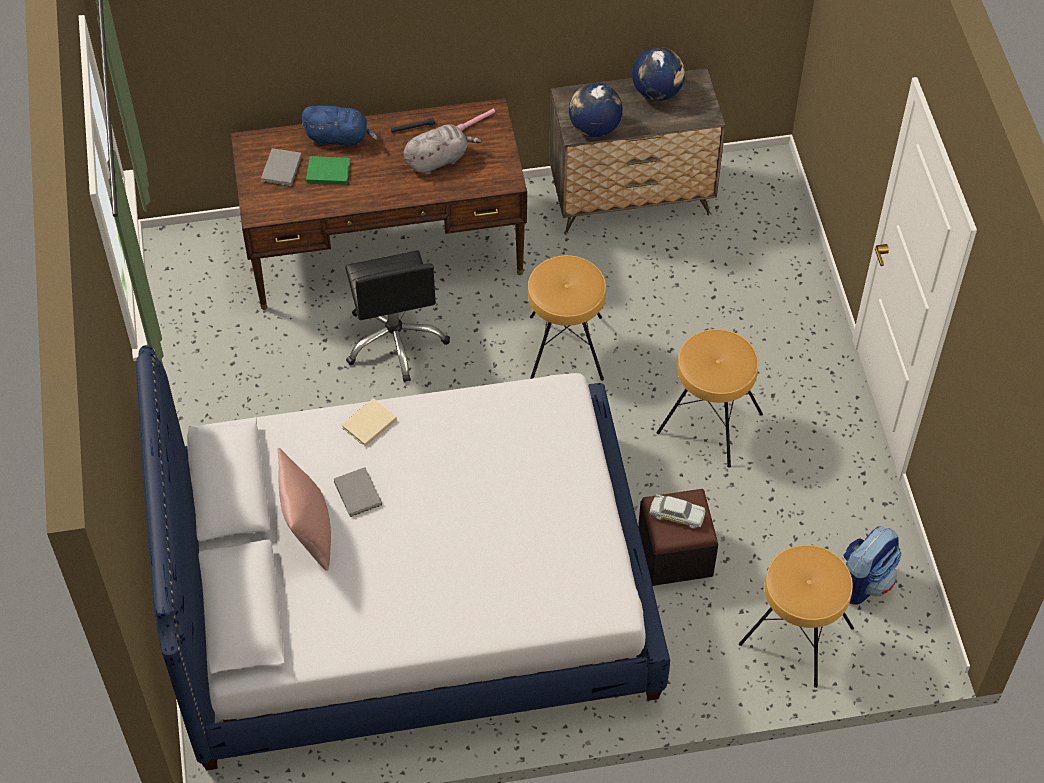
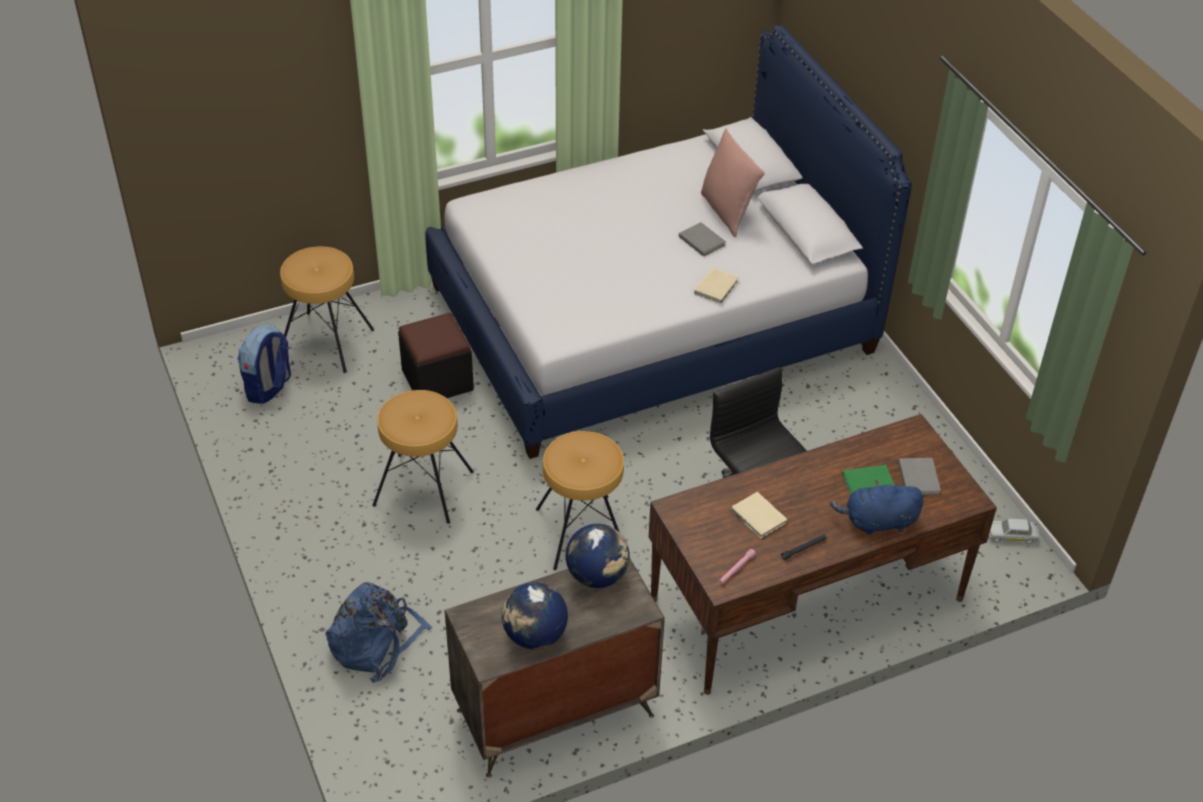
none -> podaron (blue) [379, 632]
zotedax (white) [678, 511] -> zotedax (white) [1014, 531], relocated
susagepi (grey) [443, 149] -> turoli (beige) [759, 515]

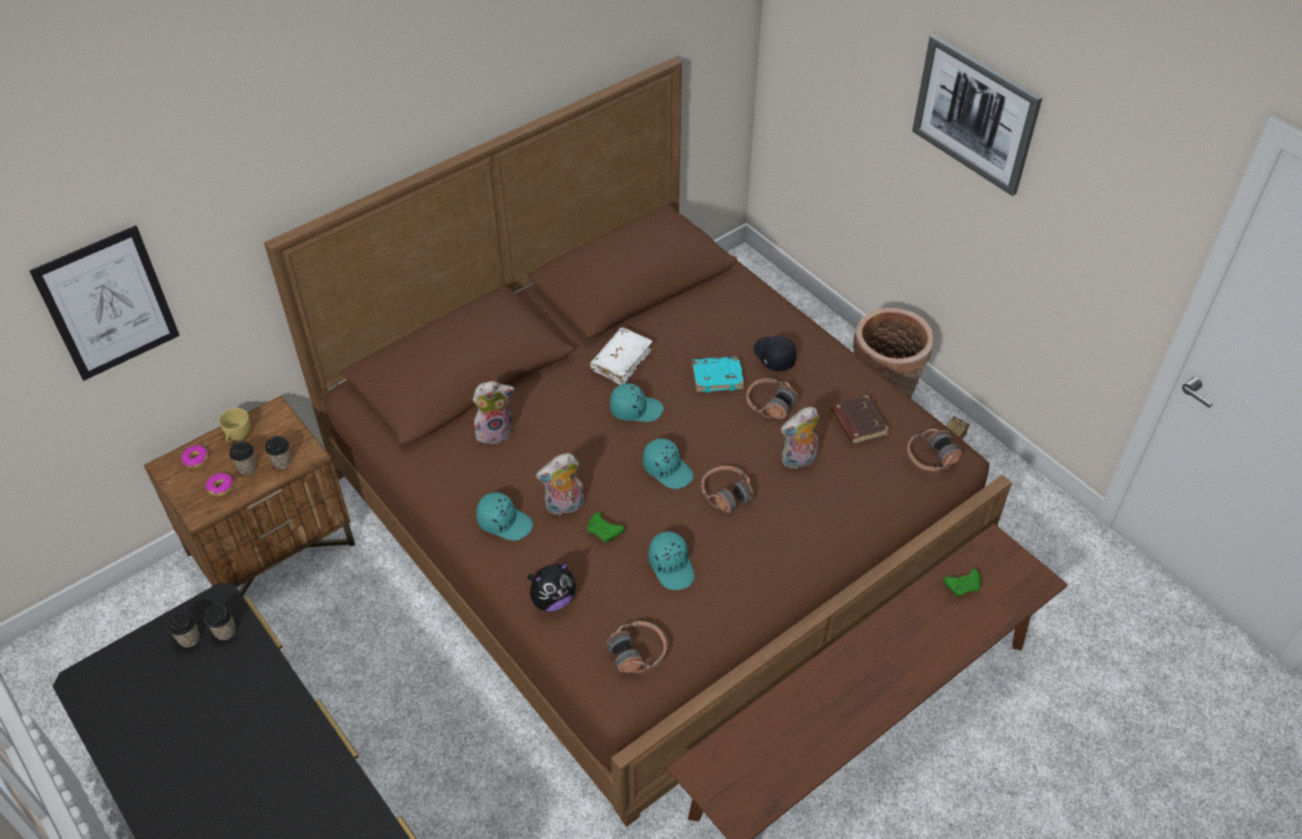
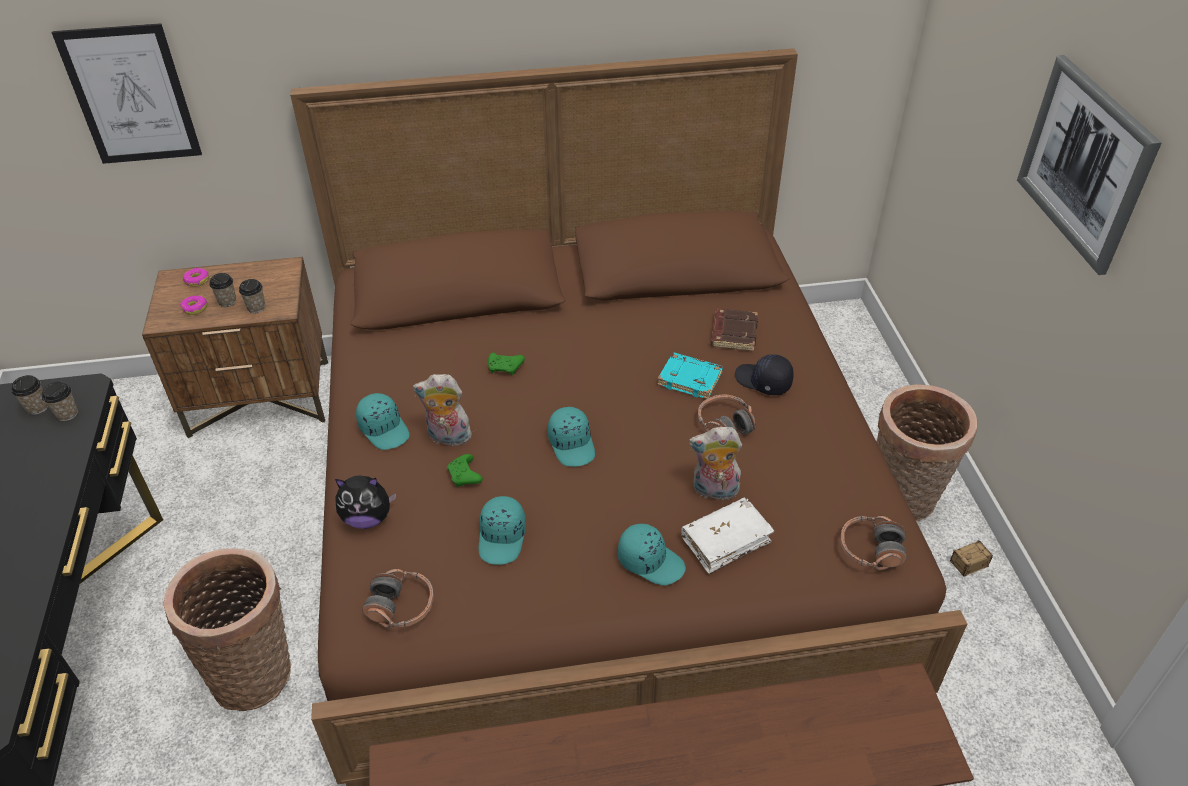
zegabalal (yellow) [234, 425] -> none
susagepi [494, 413] -> none
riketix [727, 489] -> none
none -> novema [227, 630]
turoli (white) [621, 356] -> turoli (white) [728, 536], relocated
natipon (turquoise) [637, 402] -> natipon (turquoise) [652, 554], relocated
turoli (brown) [860, 419] -> turoli (brown) [734, 330], relocated
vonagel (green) [962, 582] -> vonagel (green) [506, 364], relocated
natipon (black) [775, 353] -> natipon (black) [764, 374], 60 degrees counterclockwise

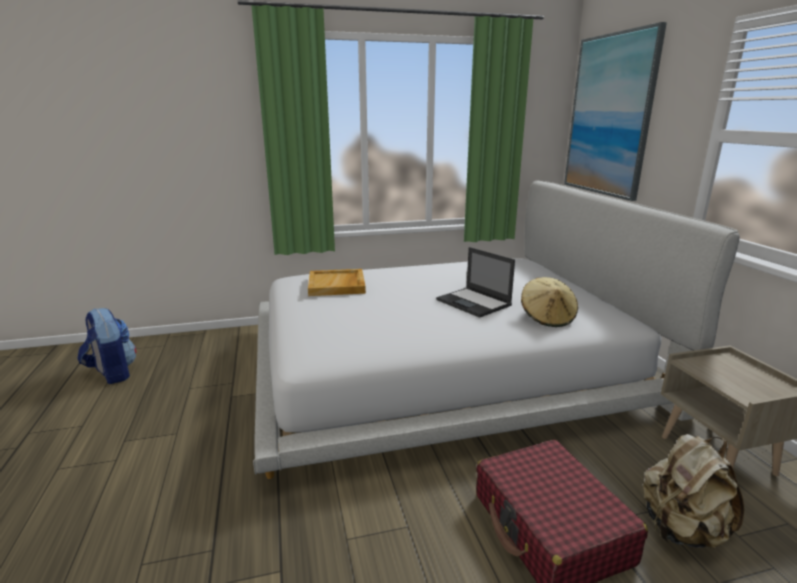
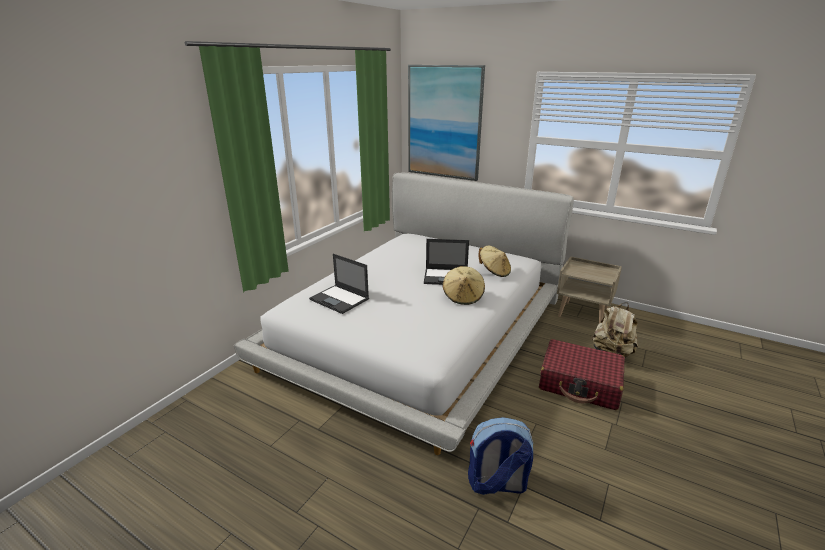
none -> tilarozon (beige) [463, 285]
podaron [106, 346] -> podaron [500, 456], relocated
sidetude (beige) [337, 282] -> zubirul [339, 284]

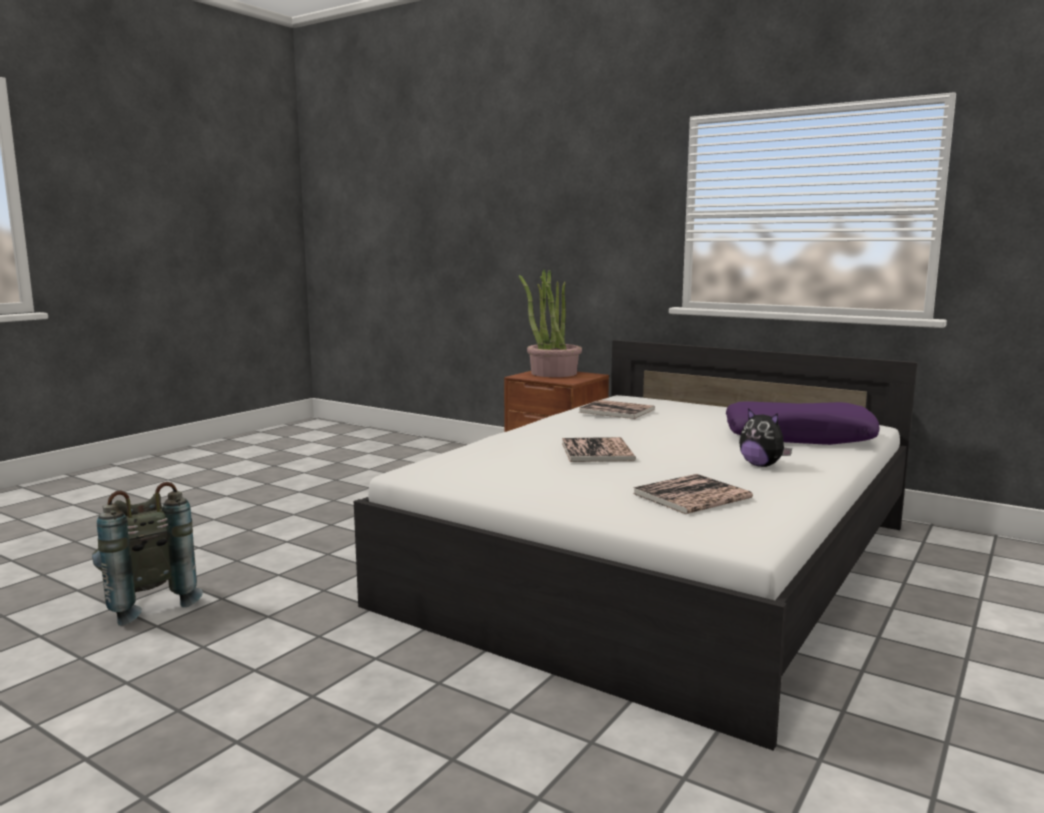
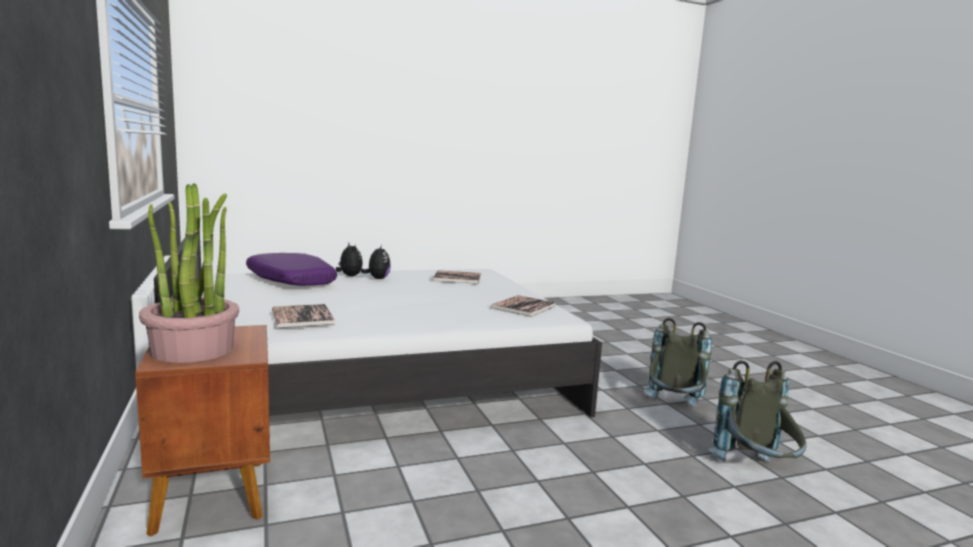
none -> susagepi [349, 259]
none -> podaron (grey) [678, 362]
turoli [599, 449] -> turoli [522, 306], relocated

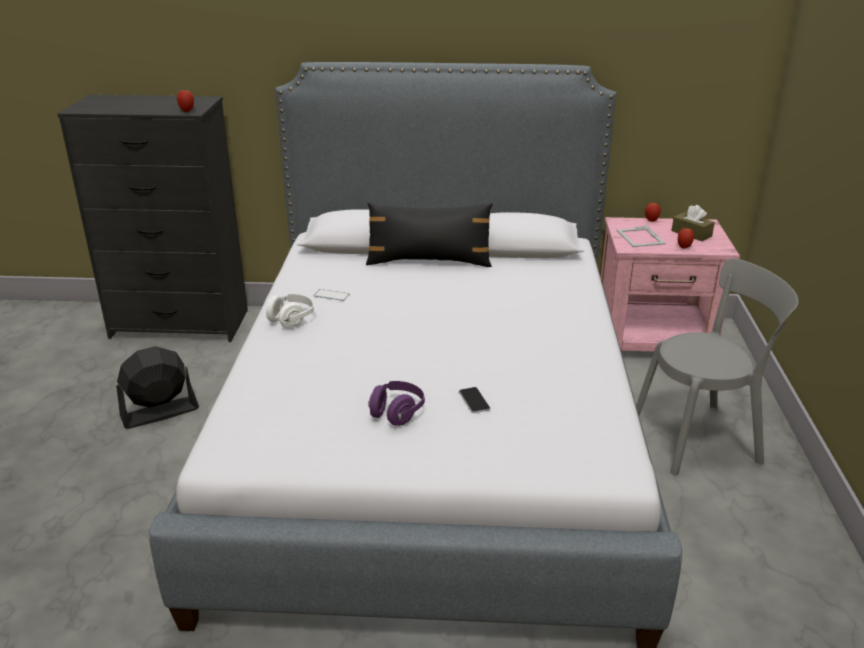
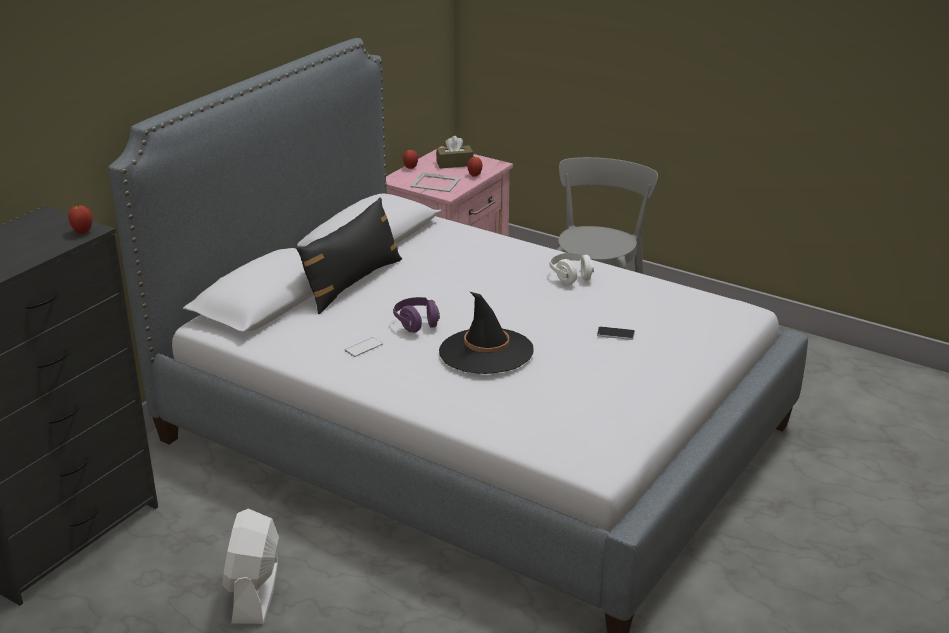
none -> tilarozon (black) [486, 333]
riketix (white) [290, 311] -> riketix (white) [572, 269], relocated
riketix (purple) [396, 403] -> riketix (purple) [416, 315], relocated
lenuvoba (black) [157, 387] -> lenuvoba (white) [250, 566]

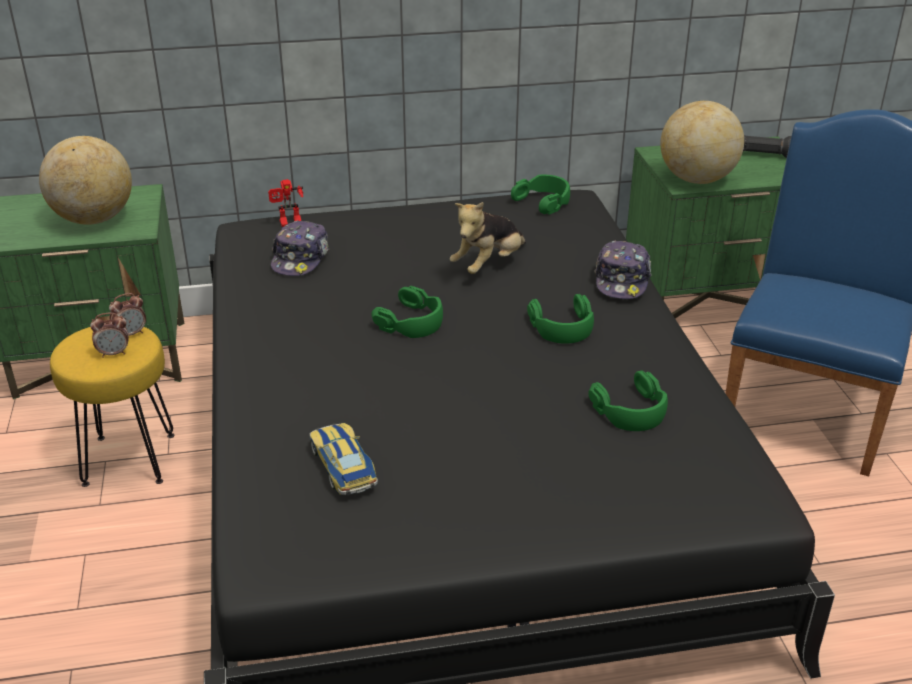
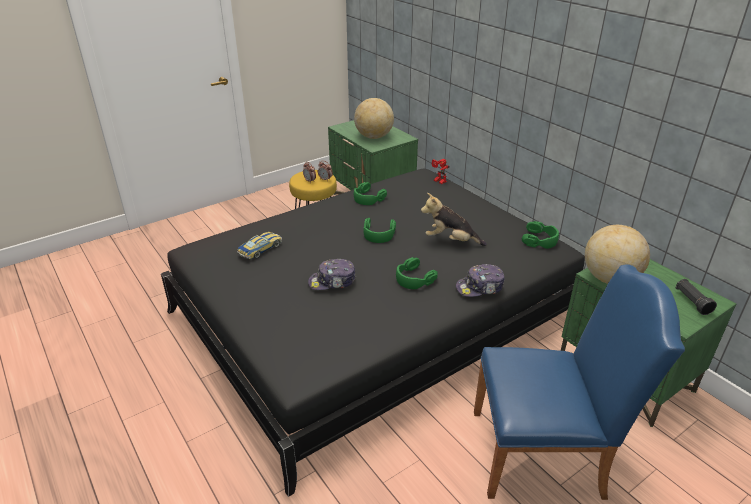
natipon [300, 248] -> natipon [332, 274], relocated
riketix (green) [628, 400] -> riketix (green) [370, 193], relocated

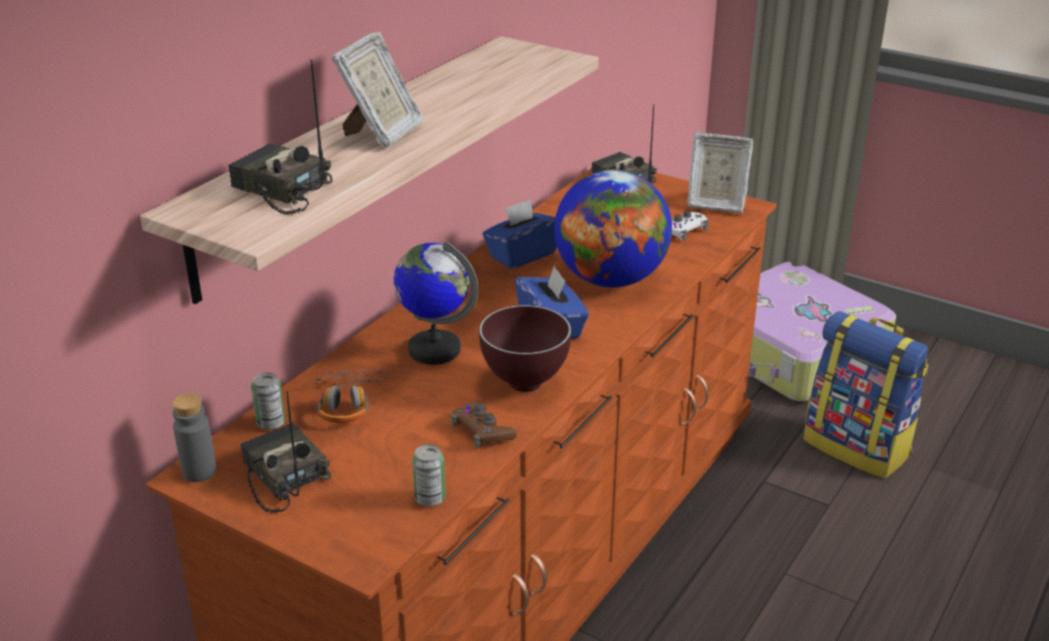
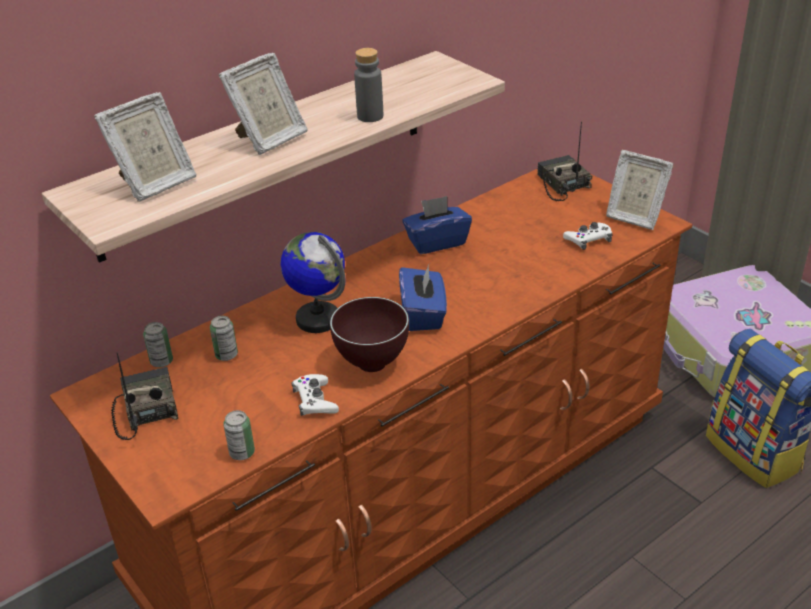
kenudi [613, 229] -> none
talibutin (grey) [194, 437] -> talibutin (grey) [368, 85], relocated
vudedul [280, 137] -> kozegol [145, 147]
riketix [349, 395] -> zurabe [224, 338]
vonagel (brown) [483, 425] -> vonagel (white) [315, 395]

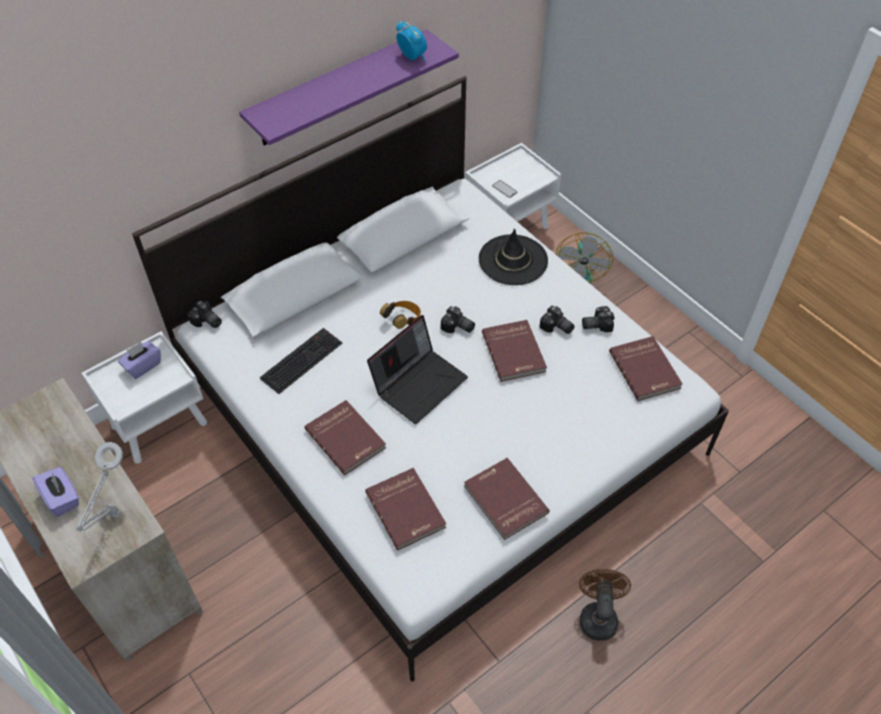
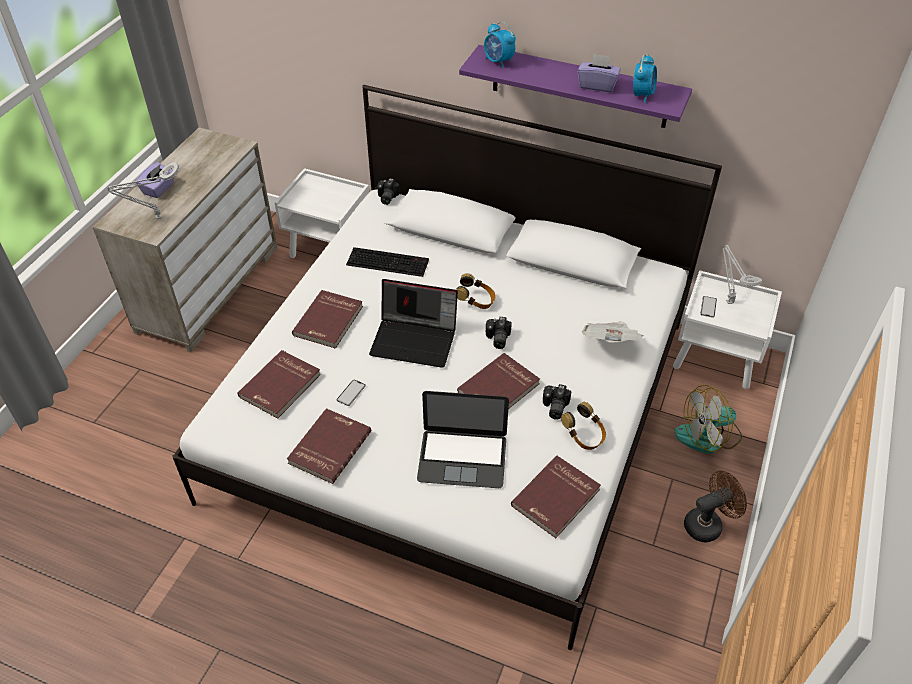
none -> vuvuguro [351, 393]
none -> zubirul [463, 439]
none -> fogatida [500, 45]
none -> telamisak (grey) [742, 274]
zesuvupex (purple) [139, 360] -> zesuvupex (purple) [598, 73], relocated
lenuvoba (brown) [605, 605] -> lenuvoba (brown) [715, 506], relocated
tilarozon (black) [513, 256] -> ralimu [612, 332]
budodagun [598, 319] -> riketix [583, 426]

